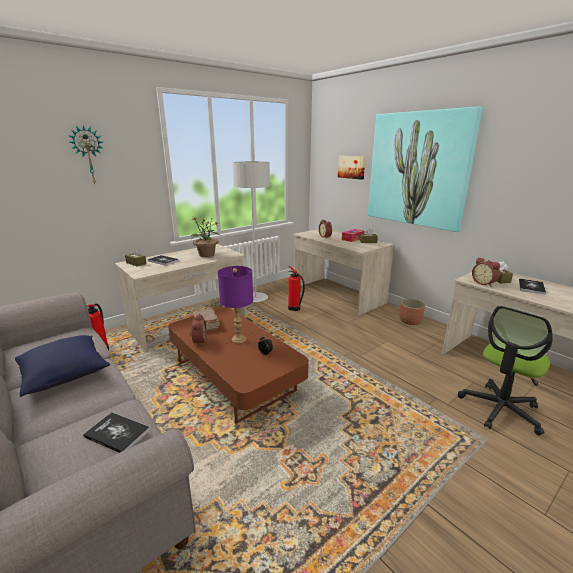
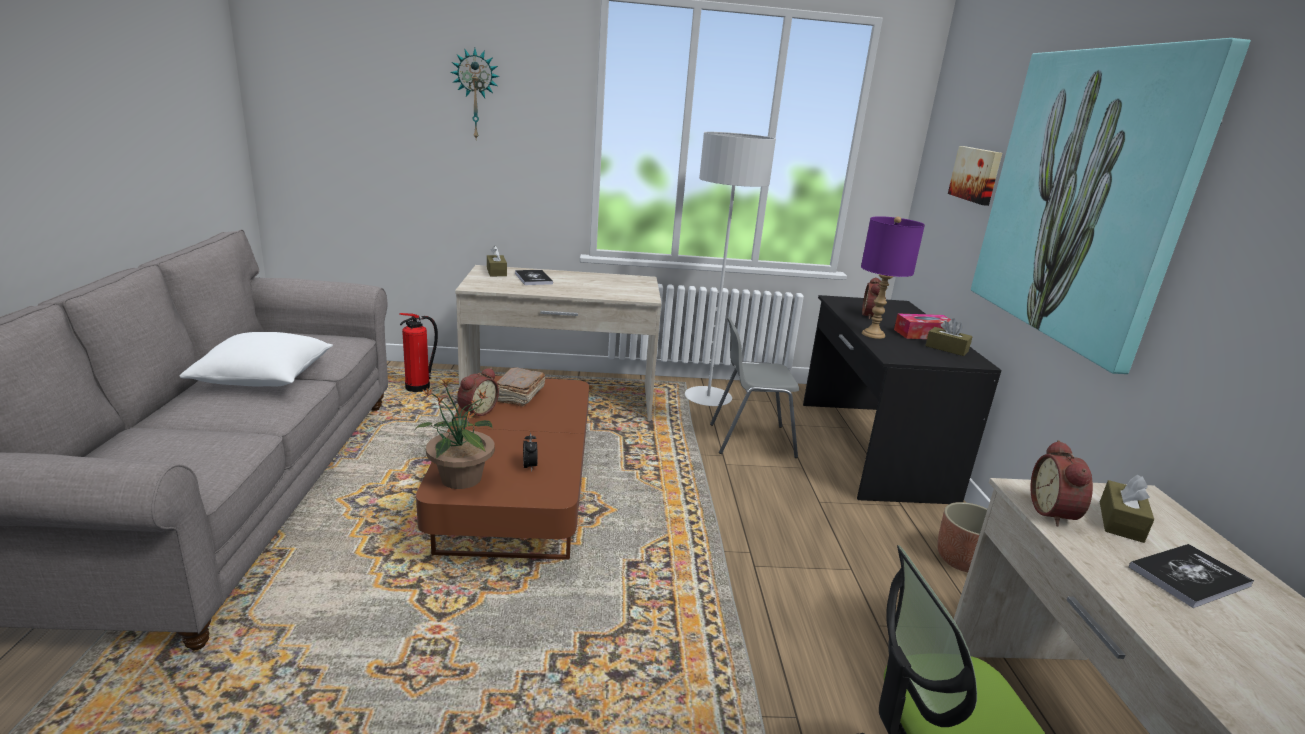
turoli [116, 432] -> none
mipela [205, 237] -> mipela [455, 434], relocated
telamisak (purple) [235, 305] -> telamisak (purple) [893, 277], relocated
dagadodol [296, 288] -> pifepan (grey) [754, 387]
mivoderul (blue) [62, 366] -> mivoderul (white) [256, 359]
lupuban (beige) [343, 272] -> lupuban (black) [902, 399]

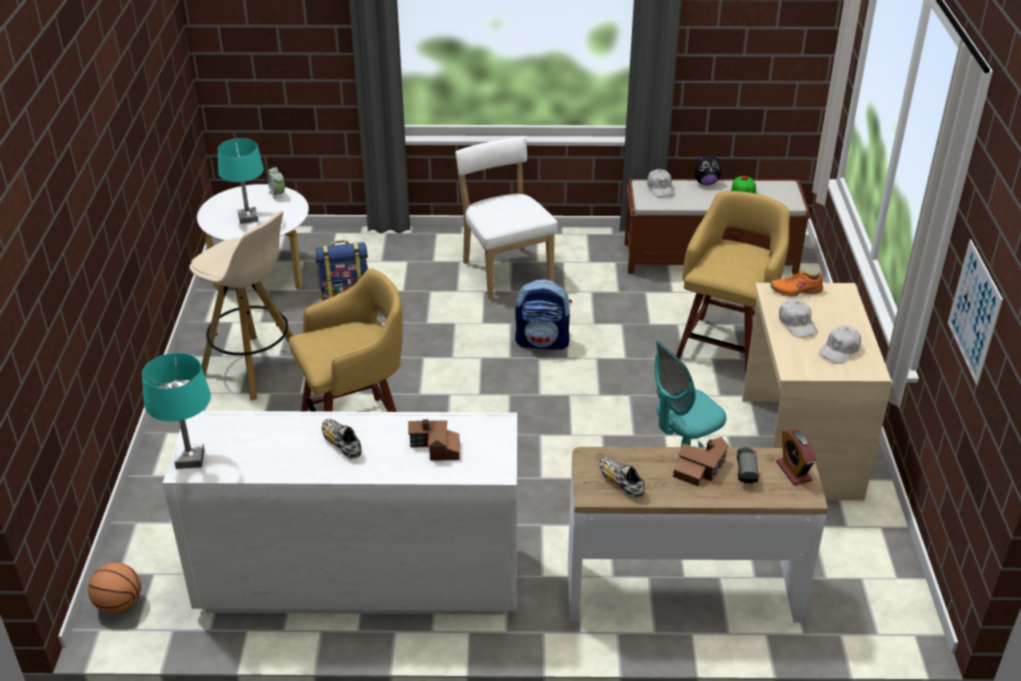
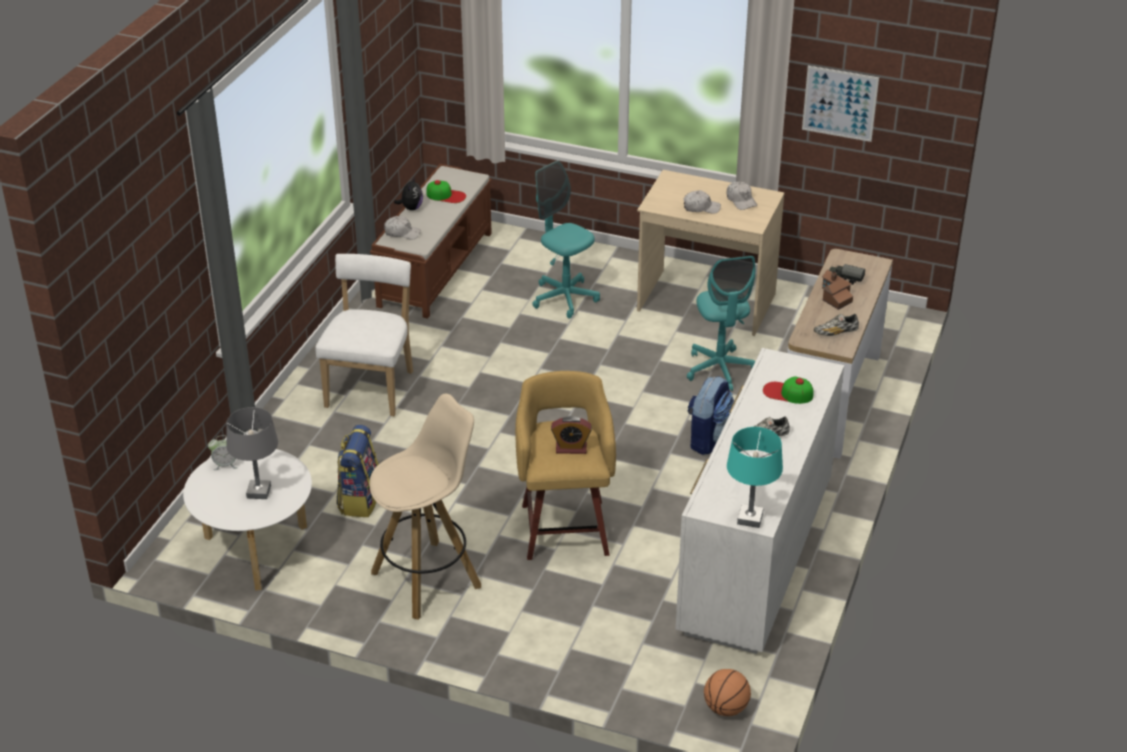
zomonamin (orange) [796, 283] -> none
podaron [543, 314] -> podaron [711, 415], relocated
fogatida [796, 457] -> fogatida [571, 435], relocated
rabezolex [434, 440] -> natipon [788, 390]
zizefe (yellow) [733, 284] -> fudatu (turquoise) [566, 239]
telamisak (turquoise) [241, 181] -> telamisak (grey) [252, 453]
pifepan (white) [506, 218] -> pifepan (white) [364, 335], 105 degrees clockwise

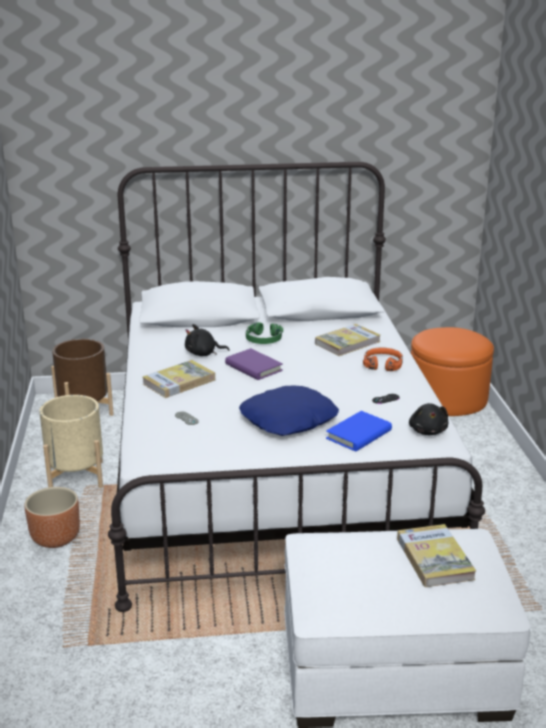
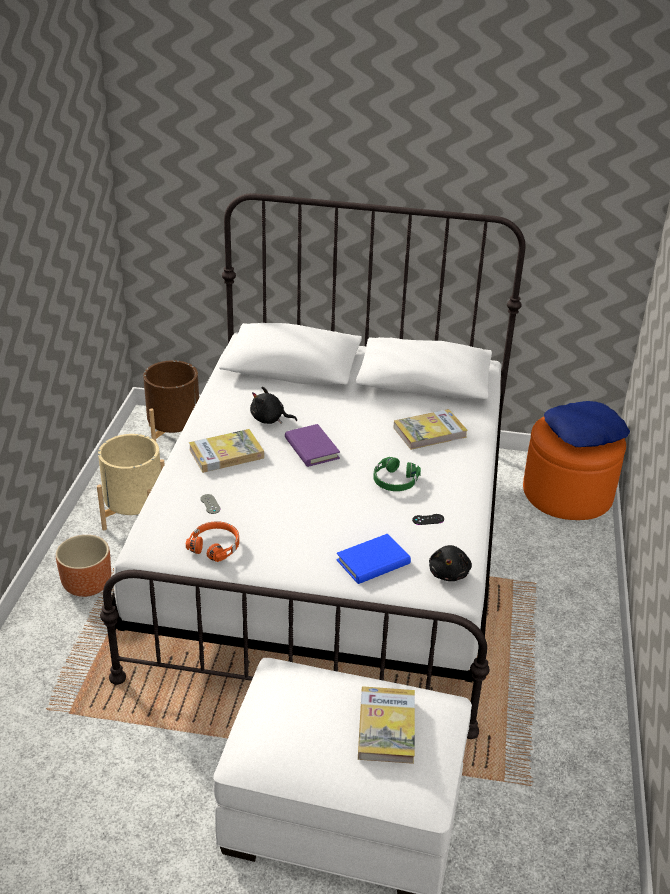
mivoderul (blue) [289, 410] -> mivoderul (blue) [587, 424], relocated
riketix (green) [264, 333] -> riketix (green) [397, 474], relocated
riketix (orange) [383, 359] -> riketix (orange) [212, 541], relocated

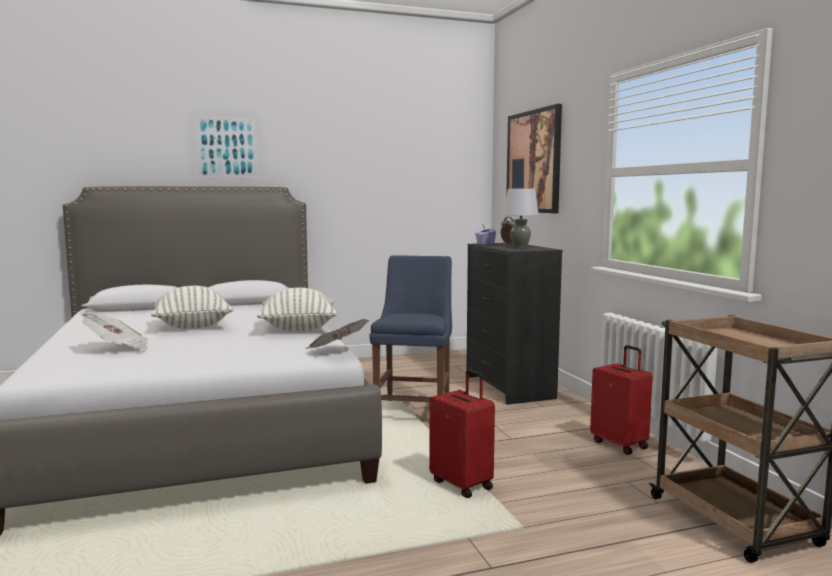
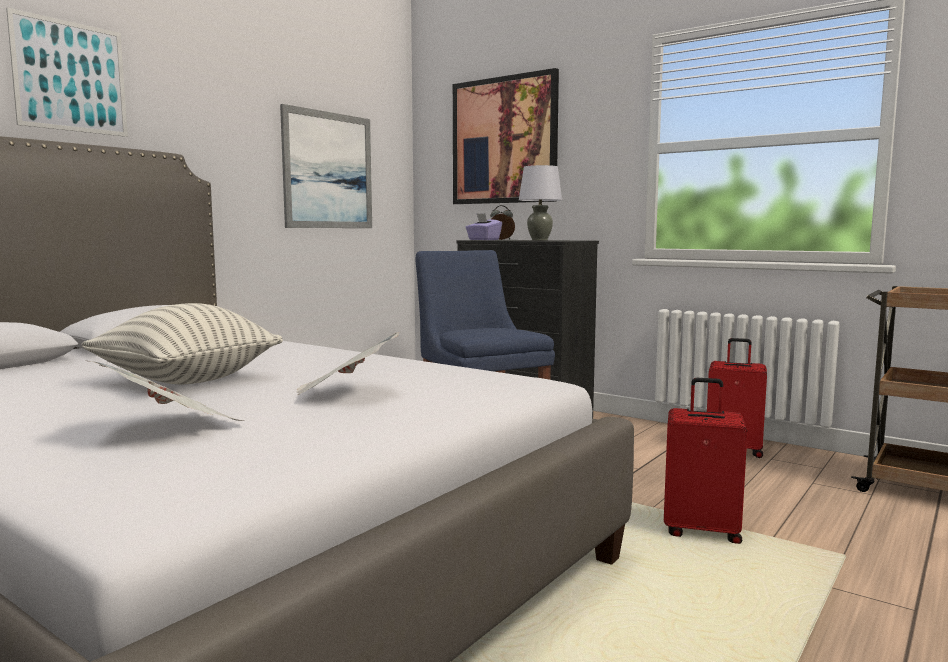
mivoderul [297, 309] -> none
none -> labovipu [326, 166]
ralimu [337, 334] -> ralimu [348, 364], relocated

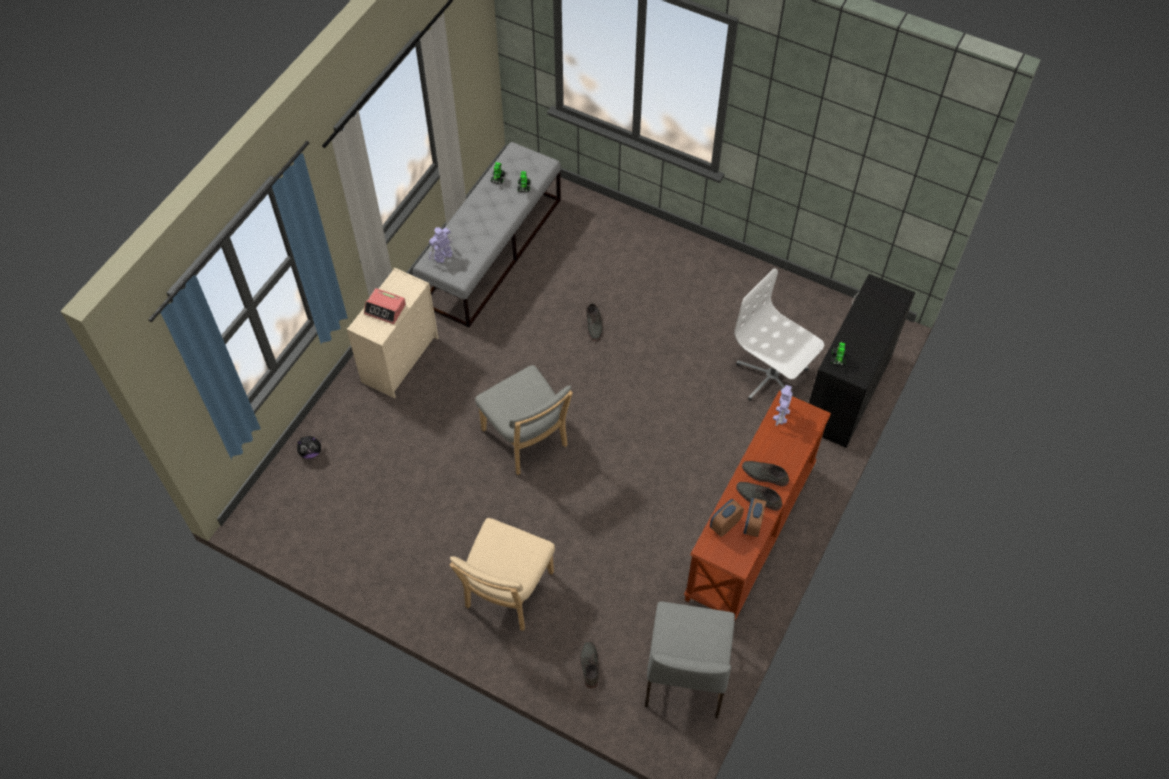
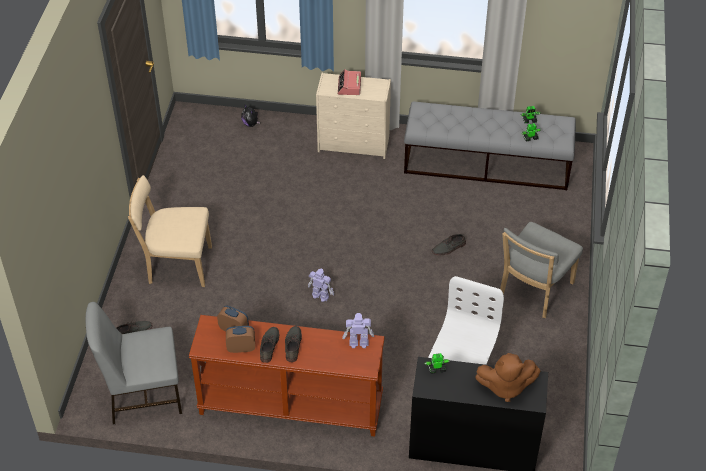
none -> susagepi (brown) [507, 377]
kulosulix [441, 245] -> kulosulix [321, 285], relocated
pifepan (grey) [524, 420] -> pifepan (grey) [541, 270], relocated

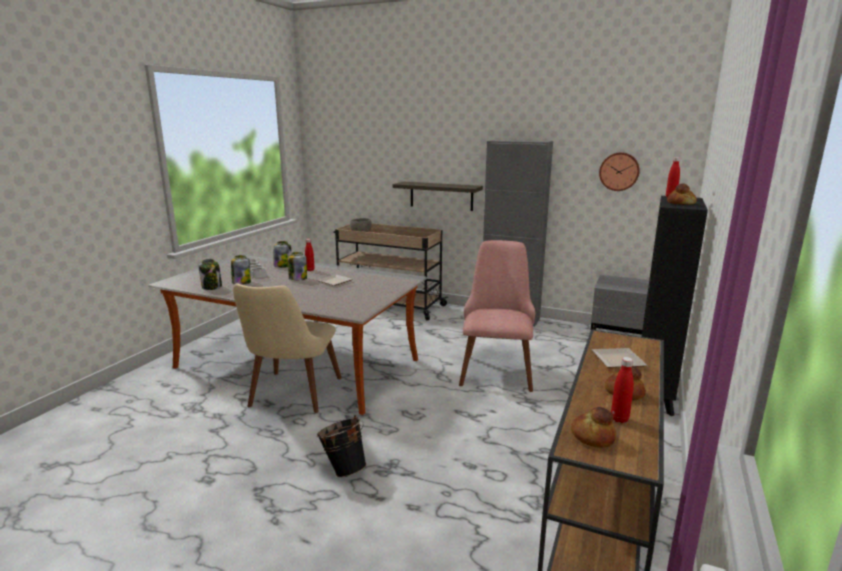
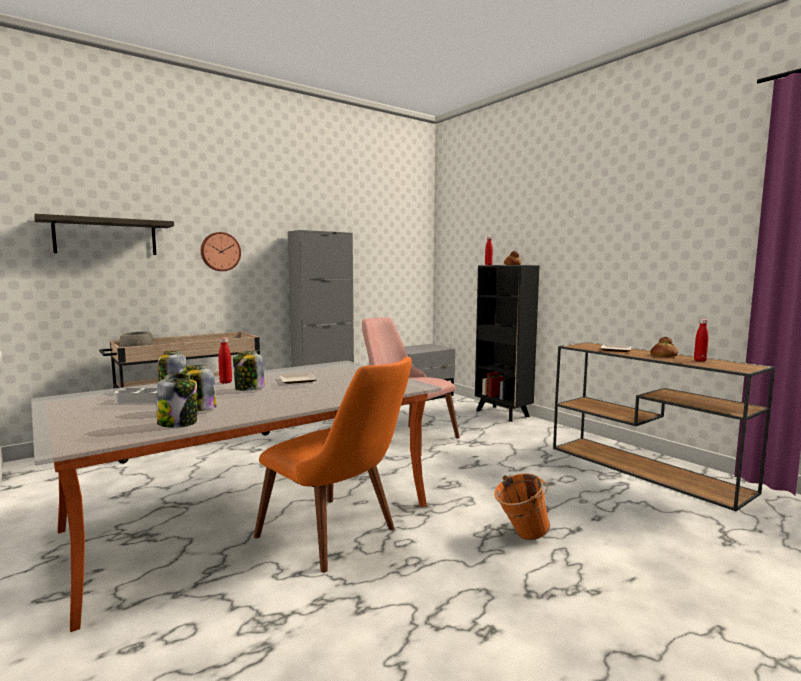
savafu [593, 427] -> none
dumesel [438, 196] -> dumesel [104, 234], relocated
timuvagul [619, 171] -> timuvagul [221, 251], relocated
pifepan (beige) [287, 348] -> pifepan (orange) [333, 465]
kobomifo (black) [342, 446] -> kobomifo (orange) [522, 506]

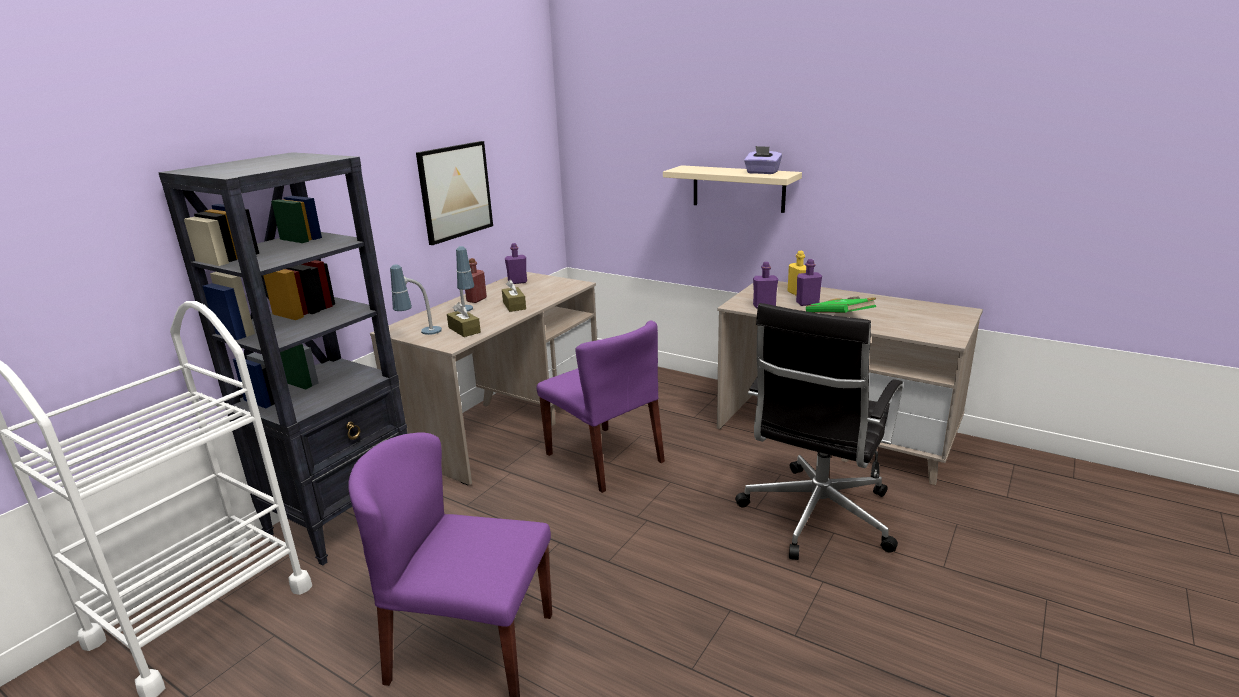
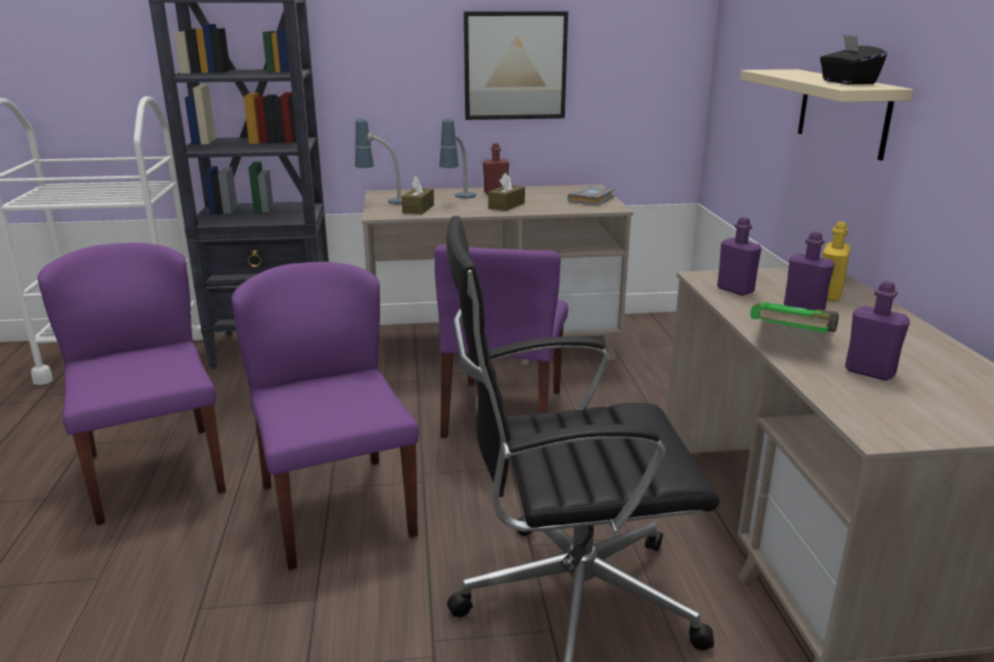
none -> pifepan (purple) [325, 416]
none -> turoli (grey) [591, 195]
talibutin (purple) [516, 263] -> talibutin (purple) [877, 331], relocated
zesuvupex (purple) [763, 160] -> zesuvupex (black) [853, 59]

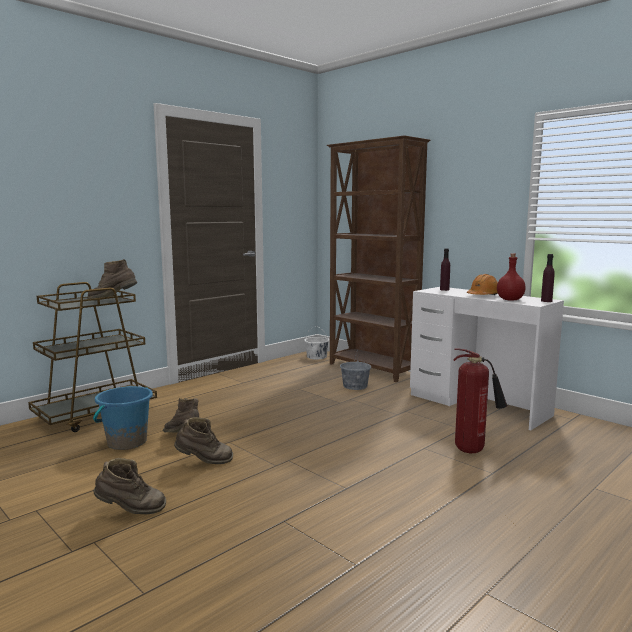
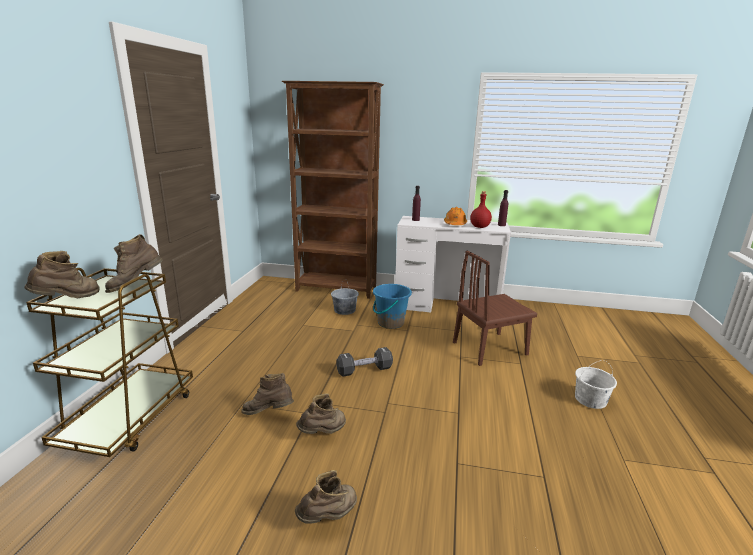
none -> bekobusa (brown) [62, 274]
none -> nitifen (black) [364, 362]
kobomifo (blue) [123, 418] -> kobomifo (blue) [392, 306], relocated
kobomifo (white) [316, 342] -> kobomifo (white) [596, 384], relocated
dagadodol [480, 401] -> pifepan (brown) [495, 308]

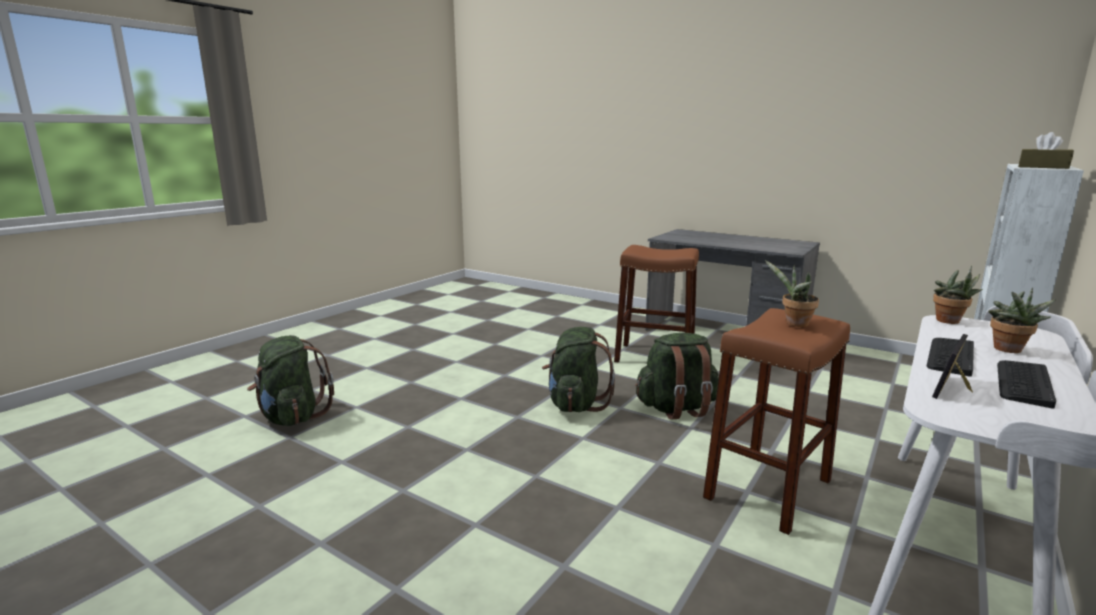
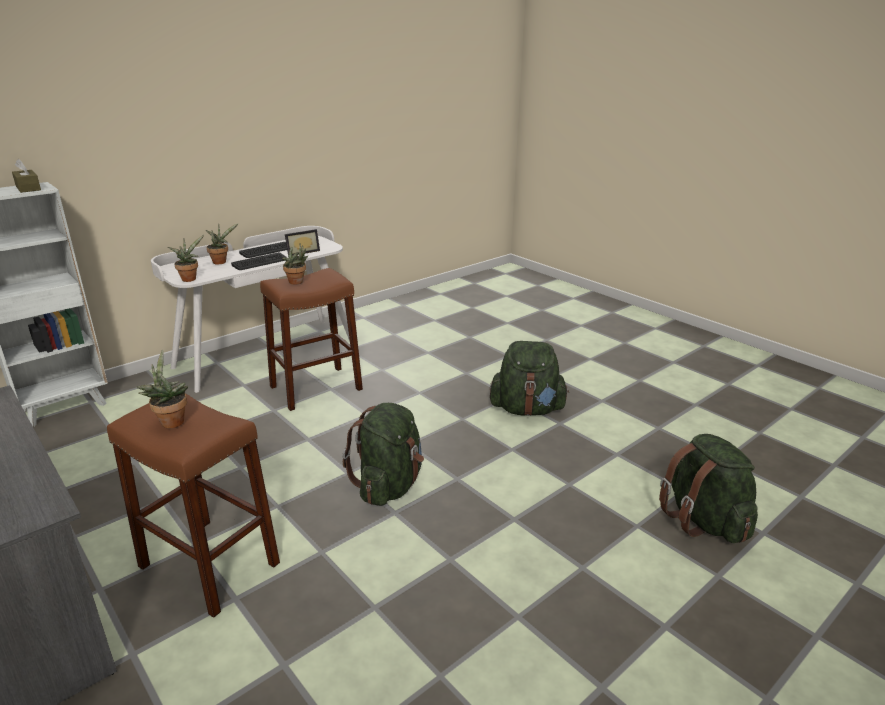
none -> mipela [162, 389]
podaron (green) [677, 376] -> podaron (green) [529, 378], relocated

